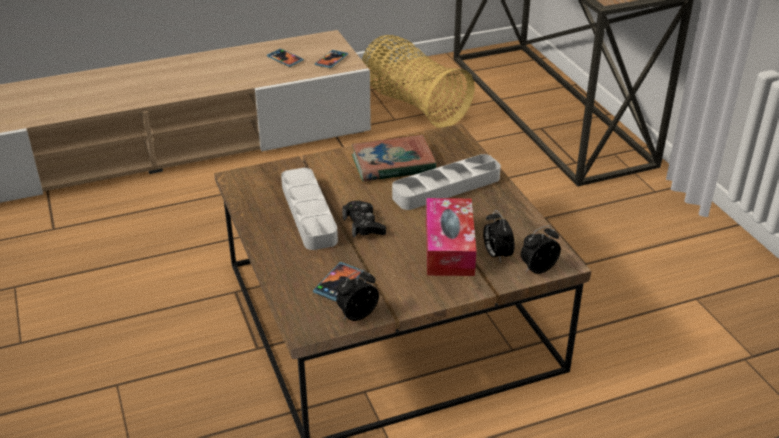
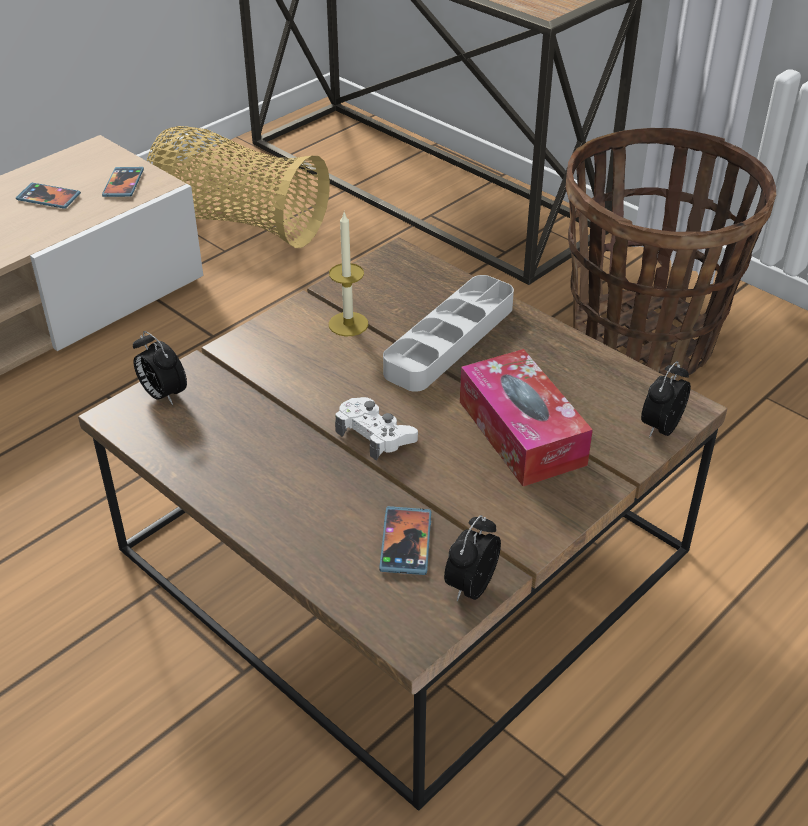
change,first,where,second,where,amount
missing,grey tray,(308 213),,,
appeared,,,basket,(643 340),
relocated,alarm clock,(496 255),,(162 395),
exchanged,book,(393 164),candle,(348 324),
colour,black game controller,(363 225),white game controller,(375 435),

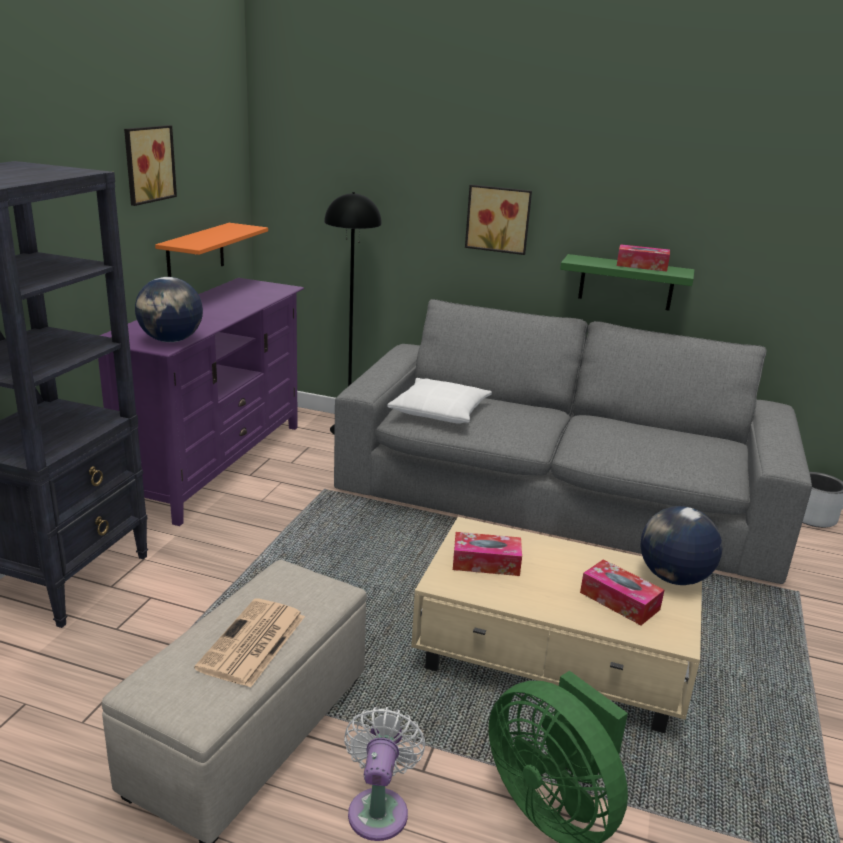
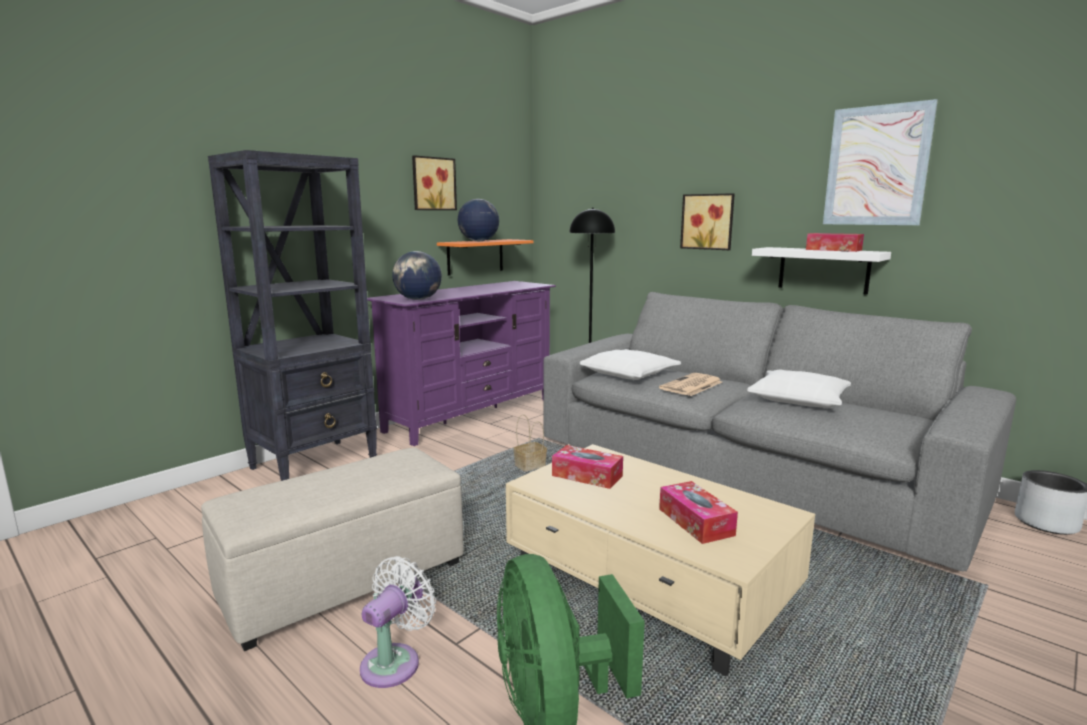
change,first,where,second,where,amount
appeared,,,basket,(530 466),
appeared,,,white pillow,(799 399),
appeared,,,picture,(876 166),
relocated,newspaper,(252 643),,(691 385),
relocated,globe,(673 577),,(478 241),
colour,green shelf,(626 282),white shelf,(823 270),

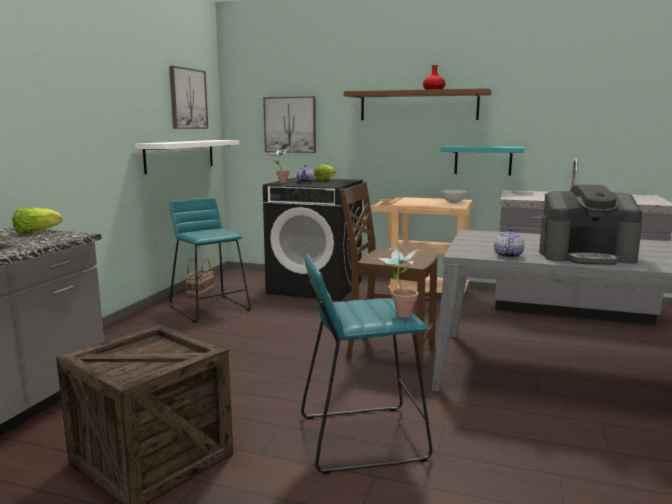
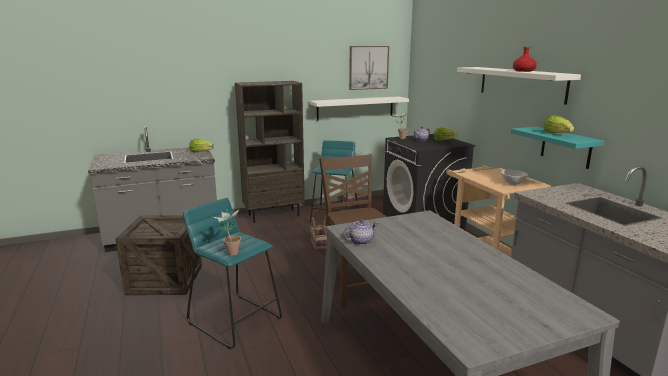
change,first,where,second,where,amount
missing,picture,(290 124),,,
missing,coffee machine,(586 256),,,
appeared,,,brown bookcase,(274 215),
appeared,,,basket,(320 244),
appeared,,,lettuce,(556 134),
colour,brown shelf,(418 105),white shelf,(521 84),

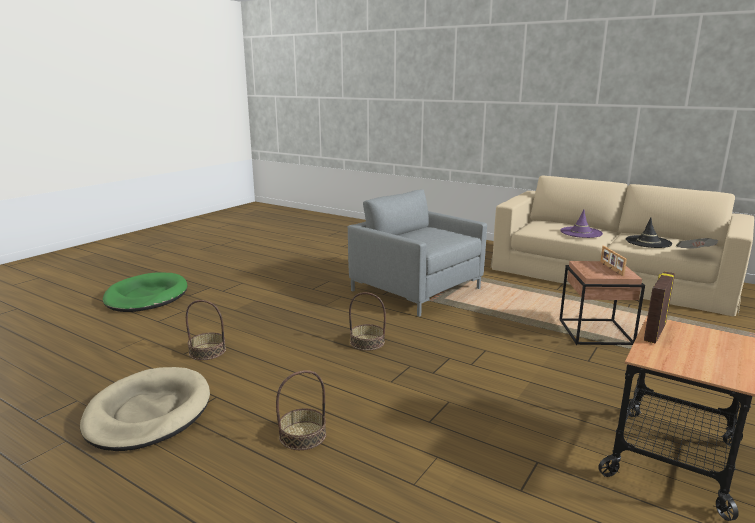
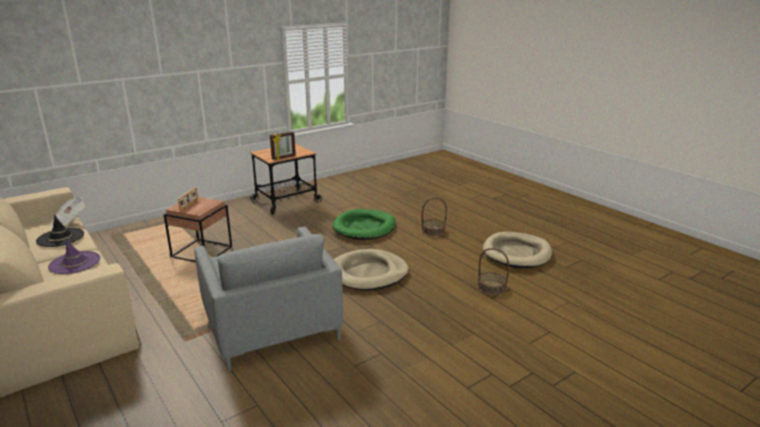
change,first,where,second,where,amount
relocated,green dog bed,(146 296),,(364 227),
exchanged,basket,(367 342),beige dog bed,(368 273),

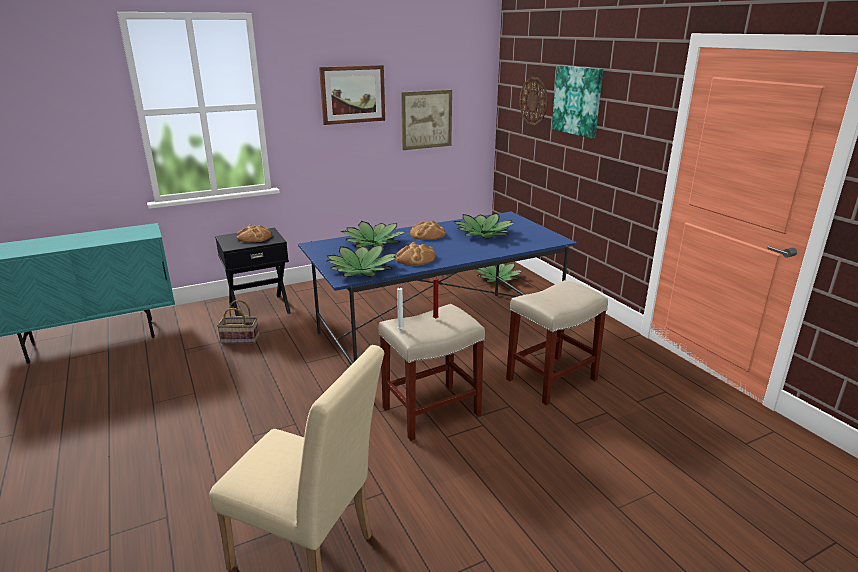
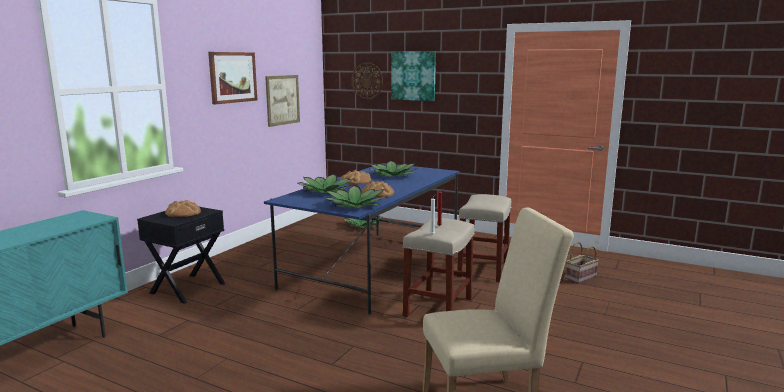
change,first,where,second,where,amount
relocated,basket,(239 339),,(580 277),

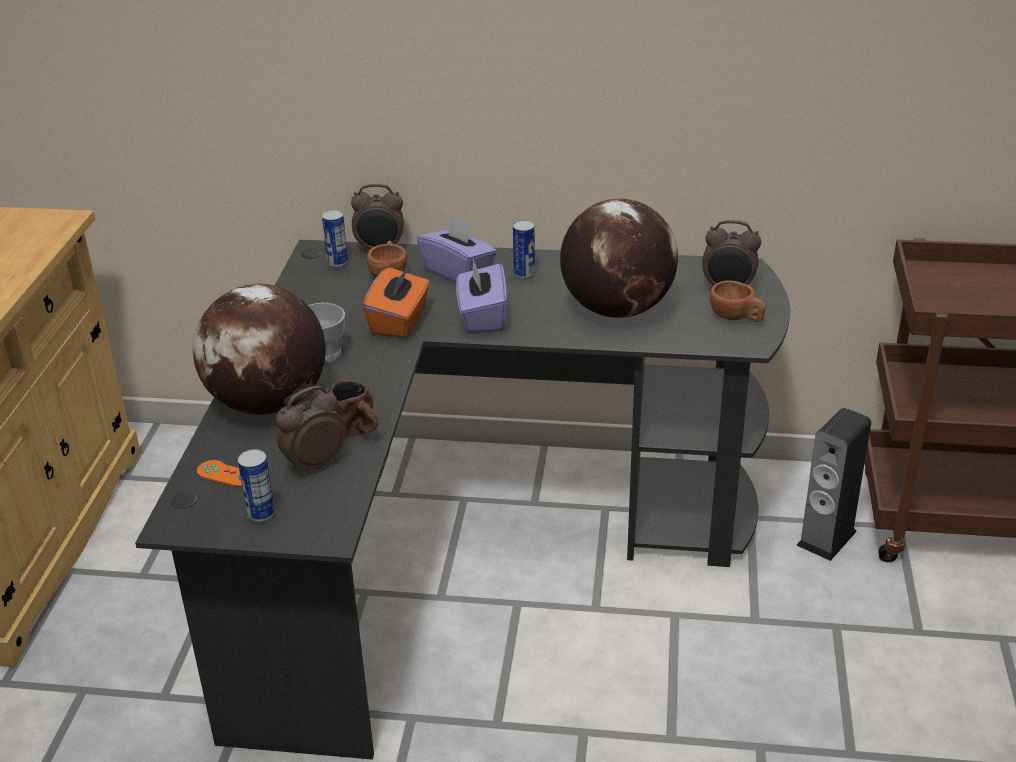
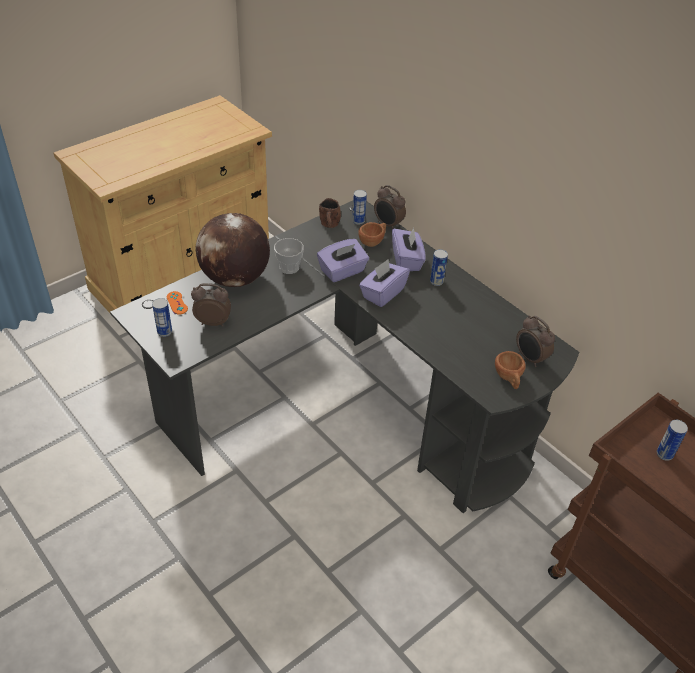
change,first,where,second,where,amount
missing,globe,(617 309),,,
missing,speaker,(826 538),,,
appeared,,,can,(664 454),
relocated,brown mug,(360 432),,(329 226),
colour,orange tissue box,(399 322),purple tissue box,(342 271),

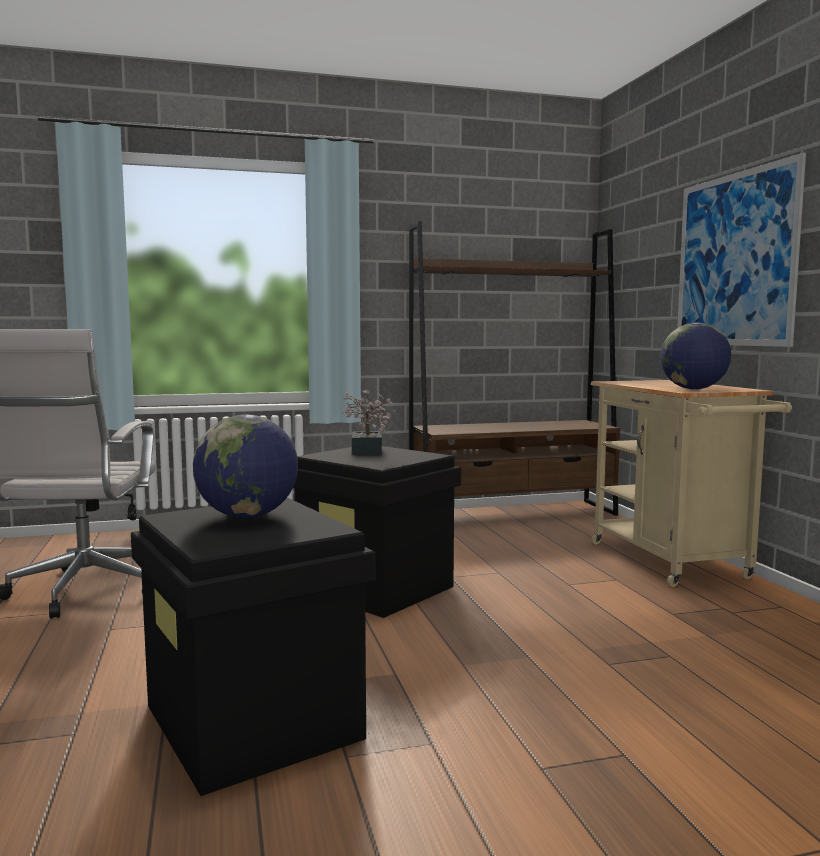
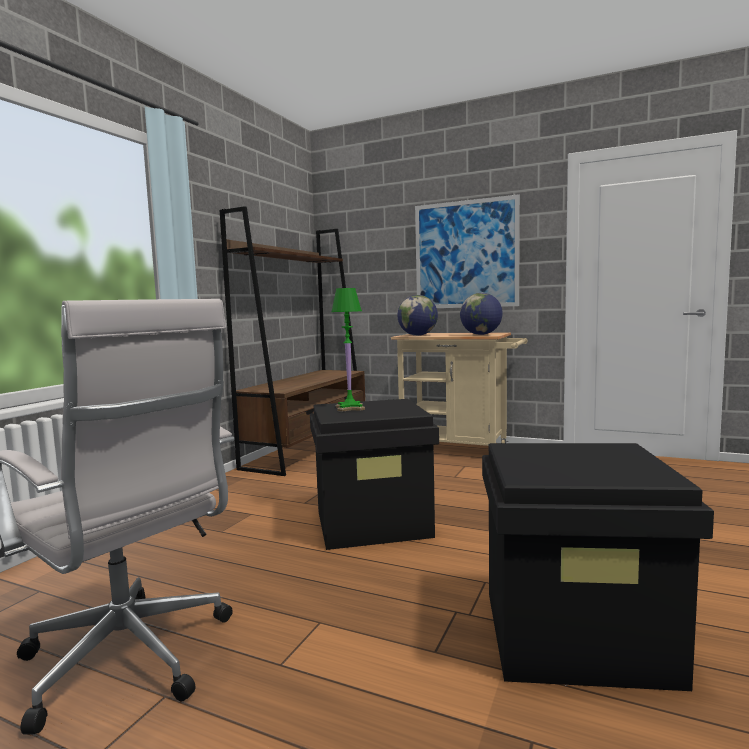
change,first,where,second,where,amount
relocated,globe,(247 516),,(418 335),
exchanged,potted plant,(366 452),green table lamp,(349 408),

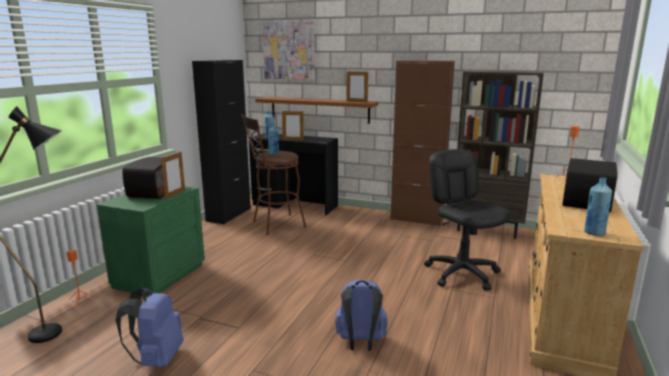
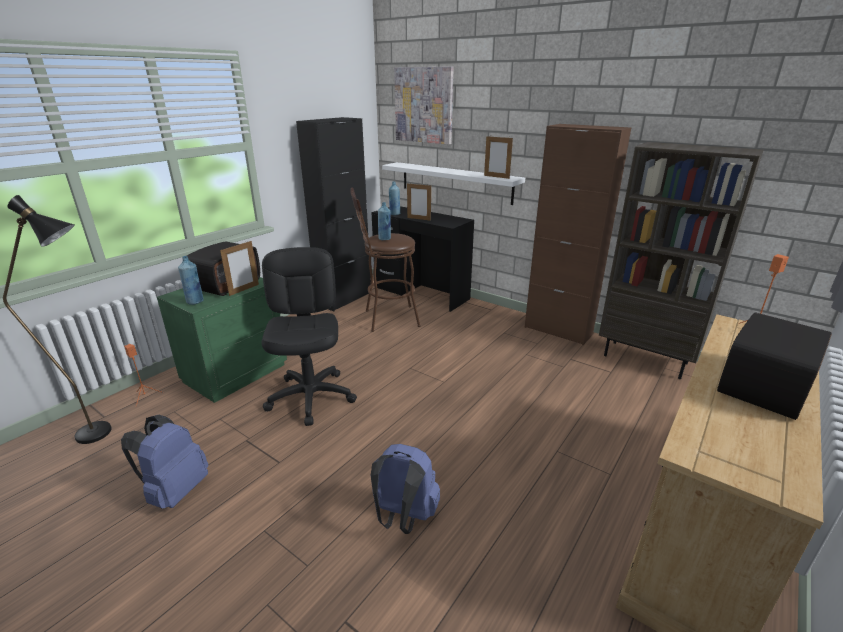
change,first,where,second,where,amount
relocated,black office chair,(462 273),,(311 397),
relocated,blue bottle,(594 233),,(195 301),
colour,brown shelf,(319 109),white shelf,(455 182),

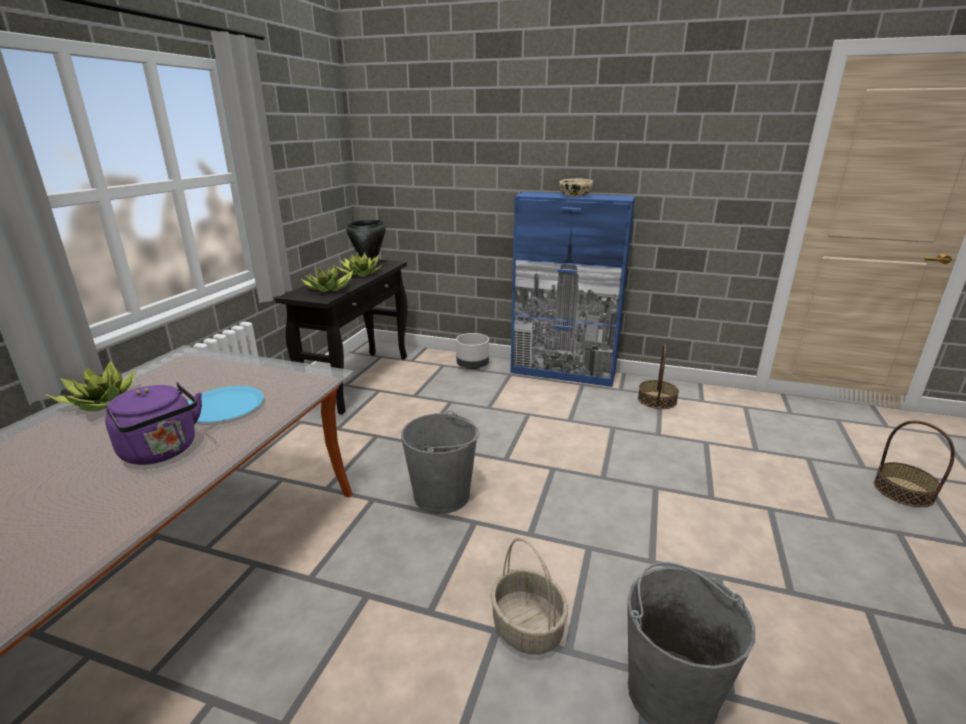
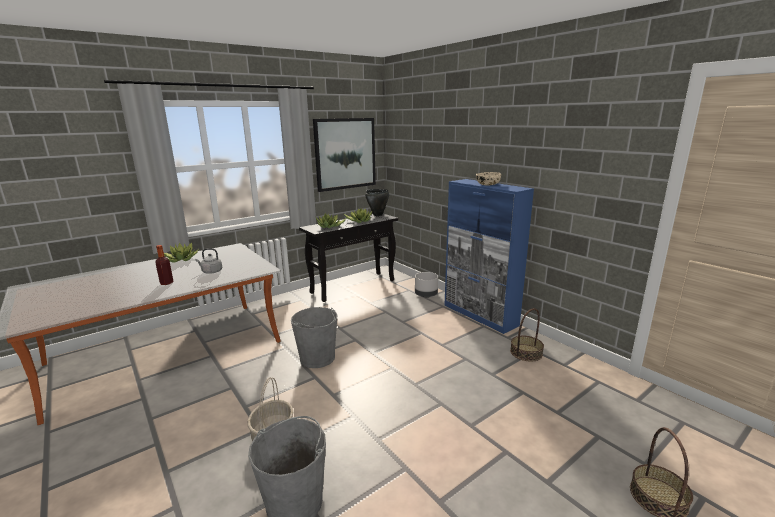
change,first,where,second,where,amount
appeared,,,picture,(345 154),
exchanged,purple kettle,(162 451),bottle,(166 283),
exchanged,blue plate,(224 405),grey kettle,(211 271),

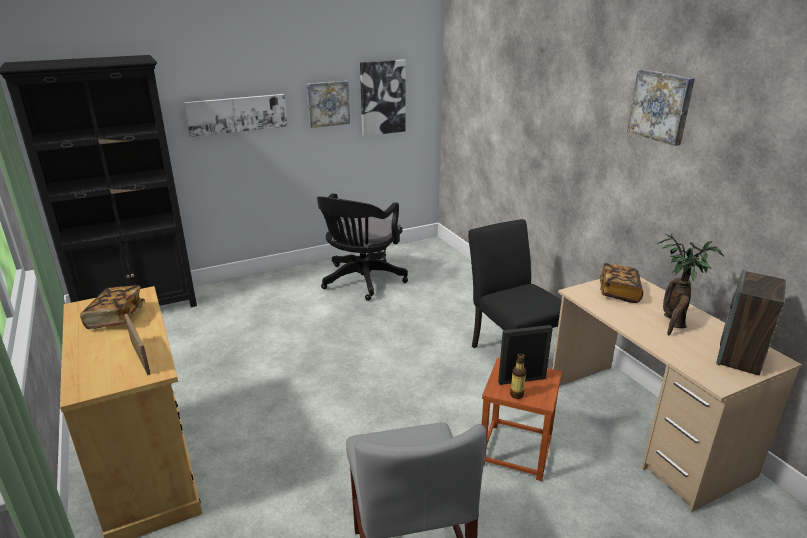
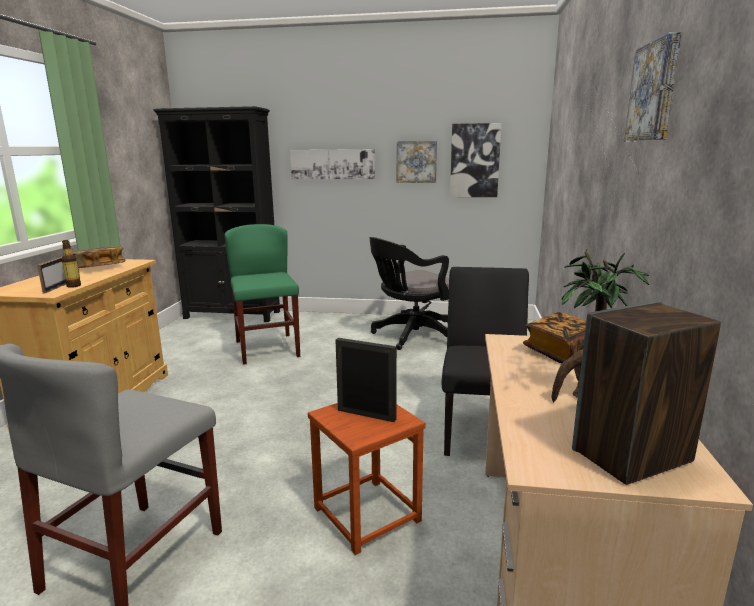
change,first,where,second,where,amount
appeared,,,green chair,(267 349),
relocated,bottle,(516 395),,(73 286),

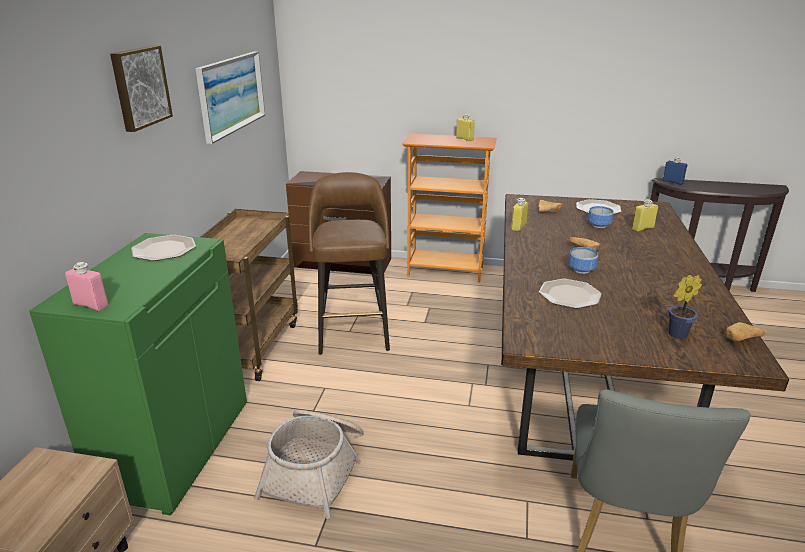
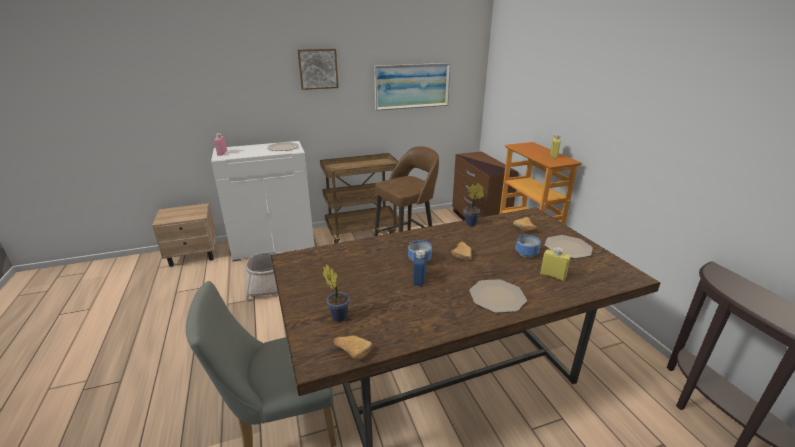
change,first,where,second,where,amount
relocated,plate,(569 295),,(496 296),
relocated,blue bottle,(672 182),,(419 279),
exchanged,yellow bottle,(518 226),potted plant,(472 223),
colour,green cabinet,(175 447),white cabinet,(273 244),

